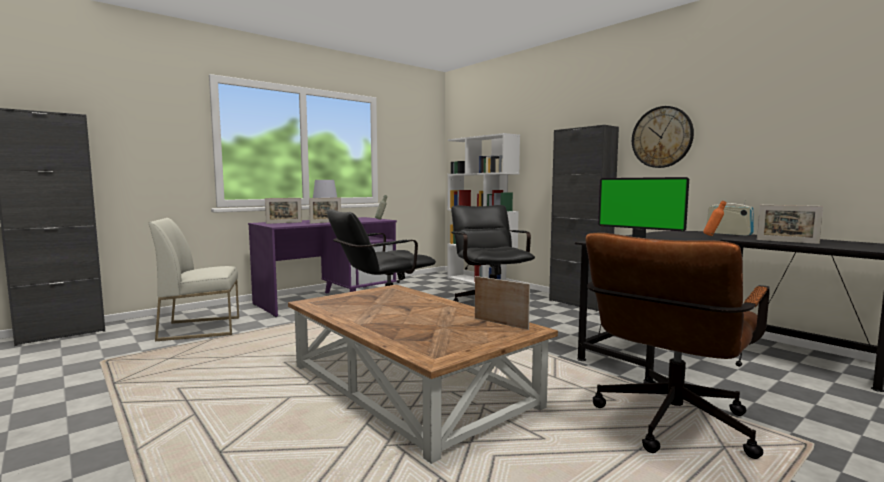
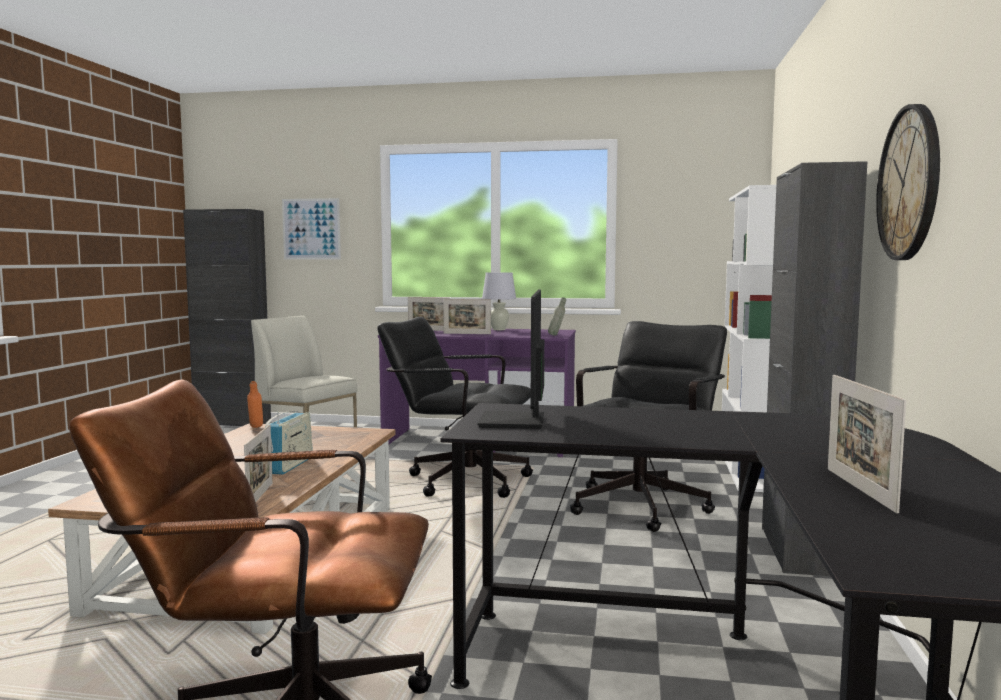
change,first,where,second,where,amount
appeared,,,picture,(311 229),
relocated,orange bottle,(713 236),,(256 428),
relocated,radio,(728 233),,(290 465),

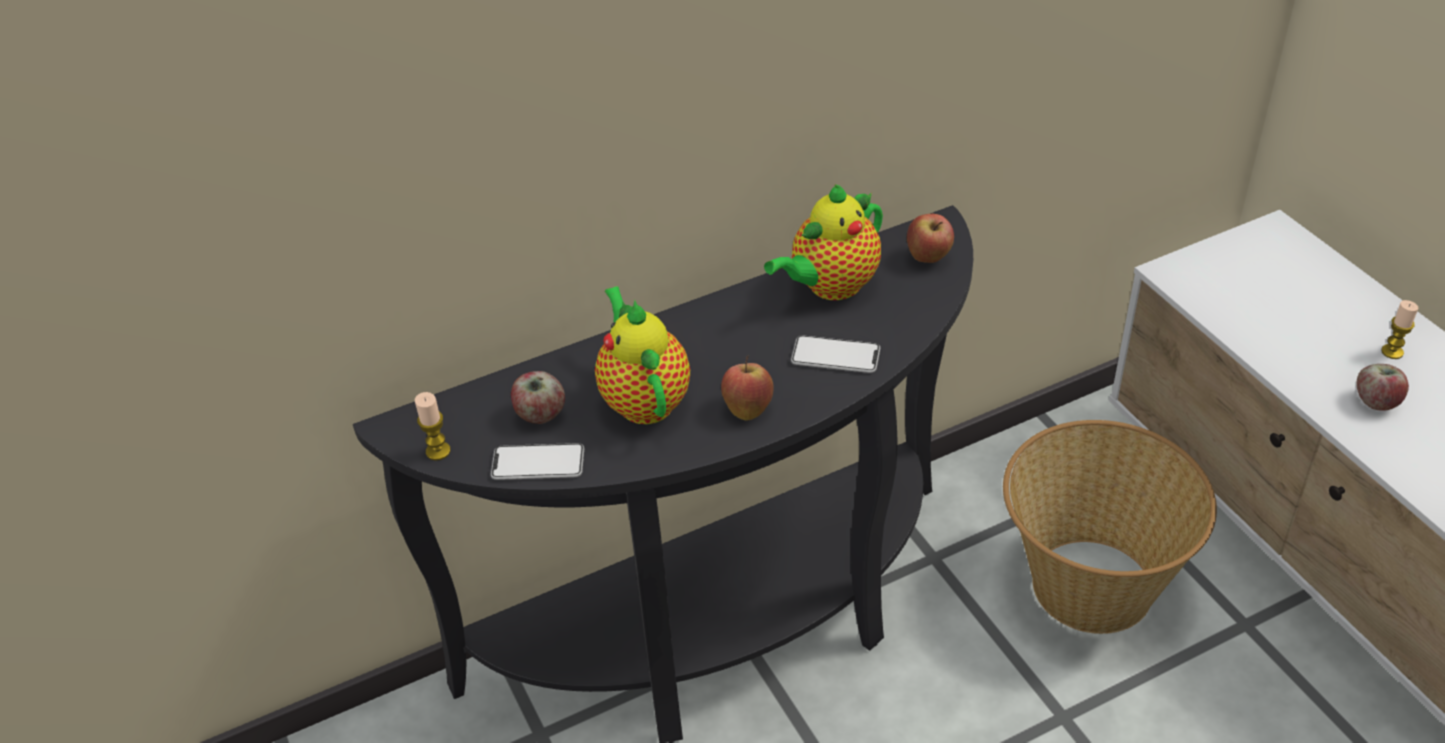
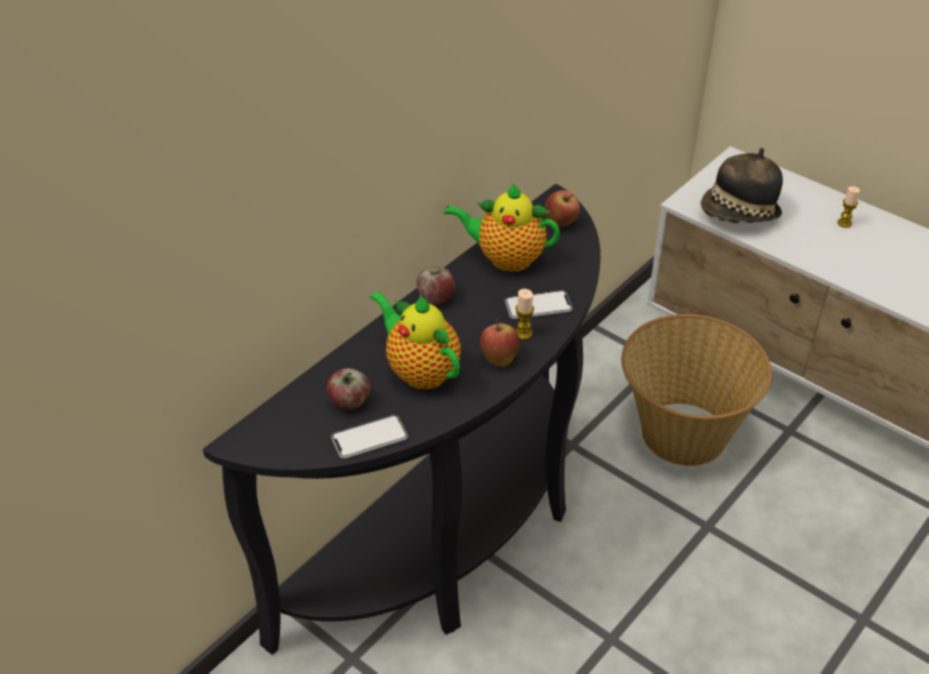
change,first,where,second,where,amount
appeared,,,hat,(739 215),
relocated,candle,(438 451),,(523 333),
relocated,apple,(1376 401),,(436 297),
spun,teapot,(830 286),,(505 259),75 degrees clockwise

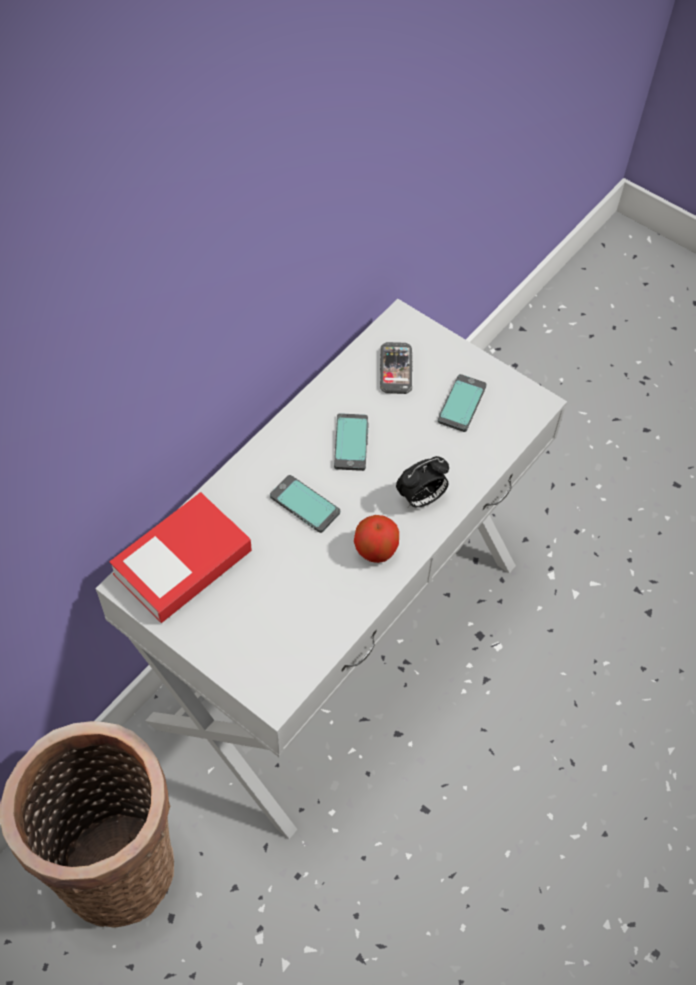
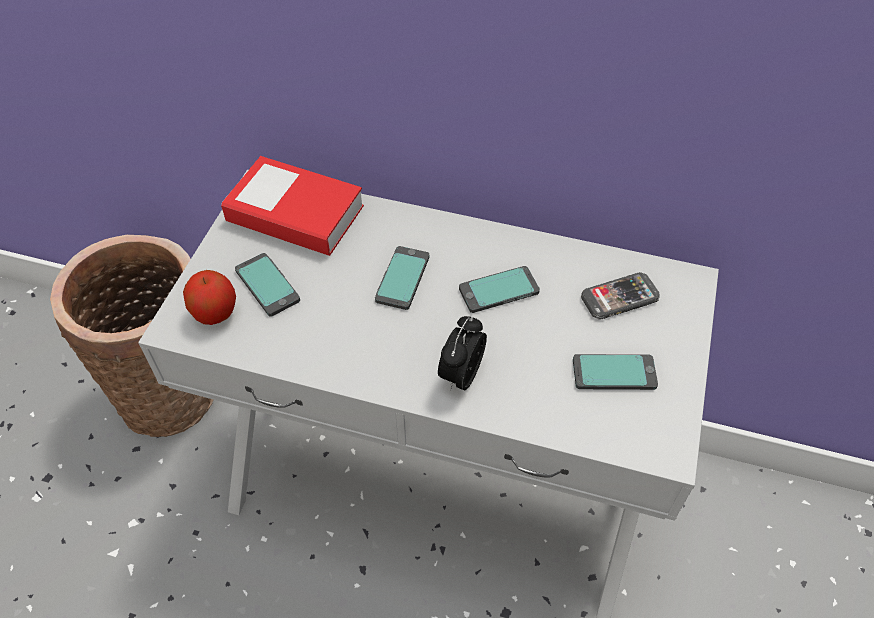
change,first,where,second,where,amount
appeared,,,phone,(268 285),
relocated,apple,(375 550),,(215 313),
spun,alarm clock,(421 499),,(461 374),75 degrees clockwise

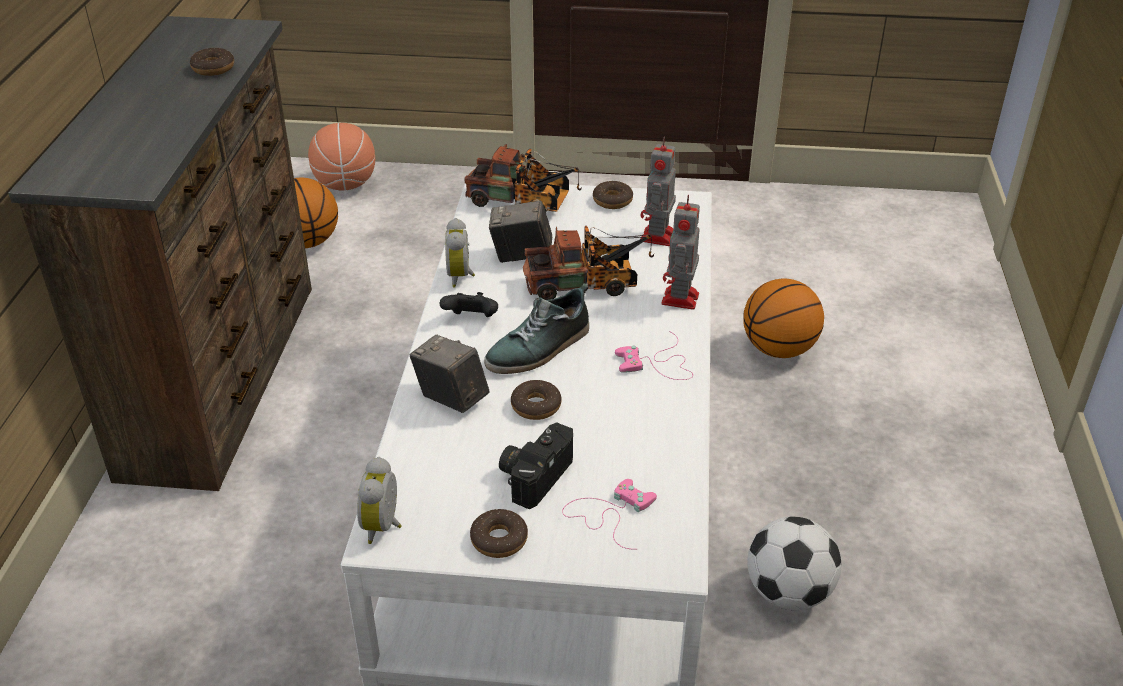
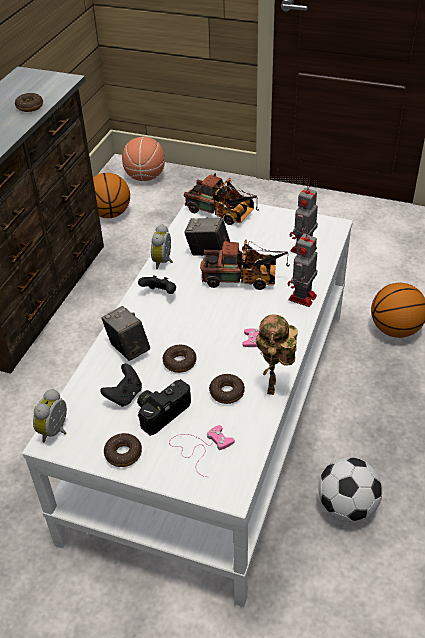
change,first,where,second,where,amount
missing,shoe,(539 348),,,
appeared,,,black game controller,(125 395),
appeared,,,toy robot,(274 388),
relocated,donut,(612 201),,(227 392),

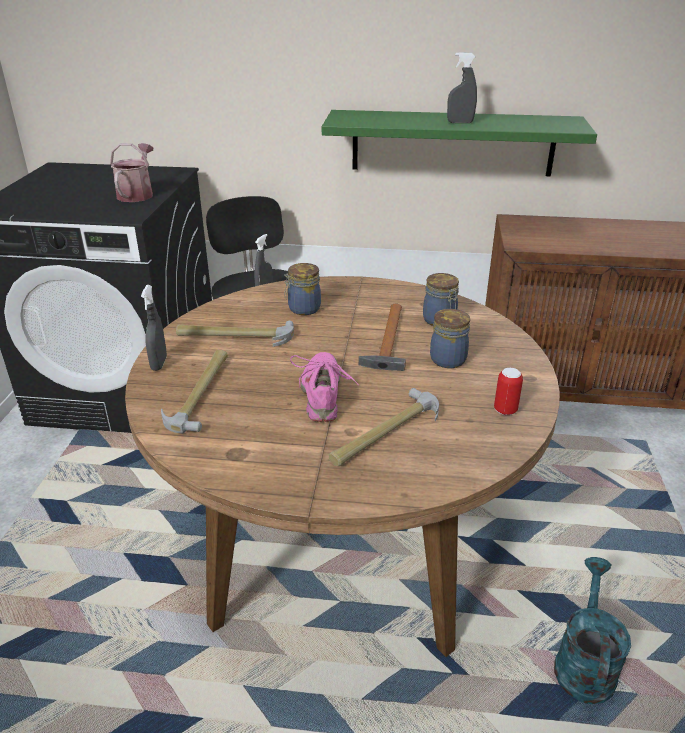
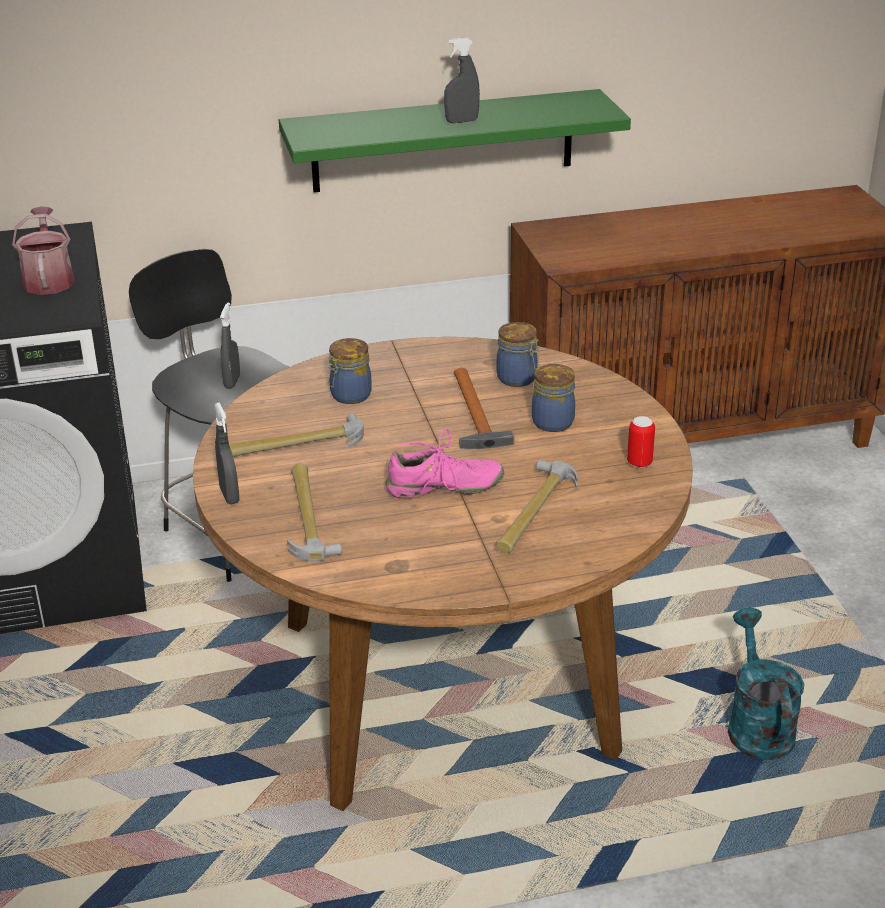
change,first,where,second,where,amount
spun,pink shoe,(323 394),,(444 488),105 degrees clockwise

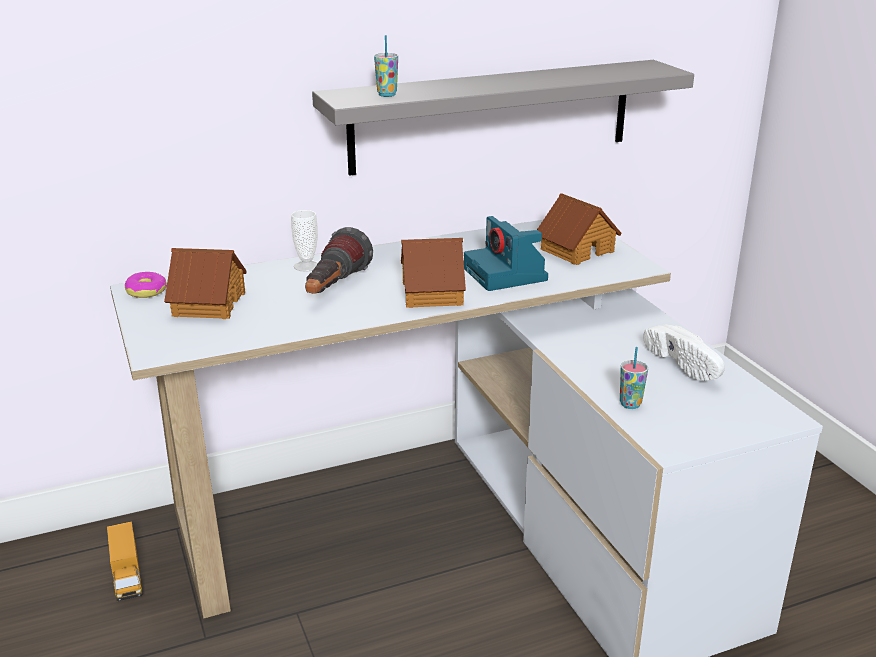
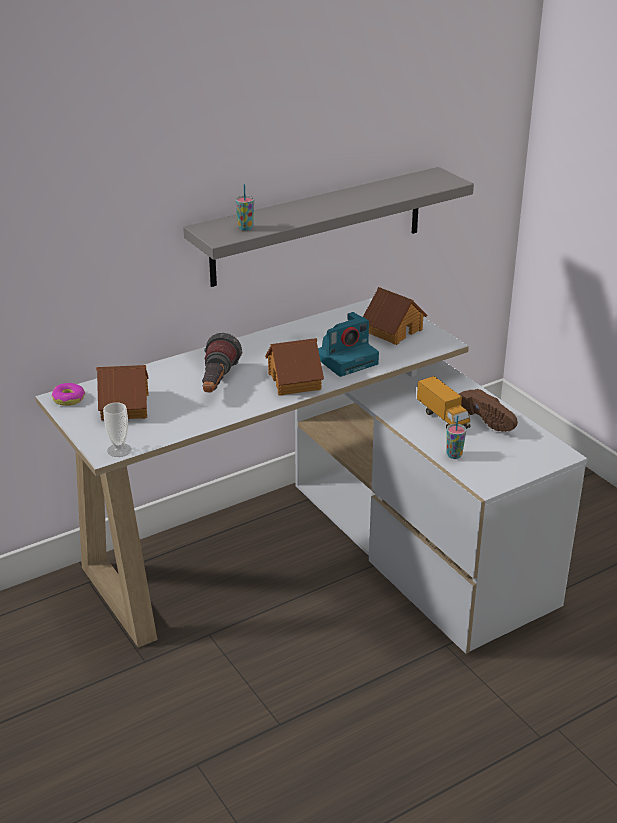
change,first,where,second,where,amount
relocated,toy truck,(127 576),,(442 418),
relocated,cup,(307 266),,(119 450),
colour,white shoe,(688 364),brown shoe,(489 418),
spun,photo camera,(506 275),,(346 359),90 degrees counterclockwise

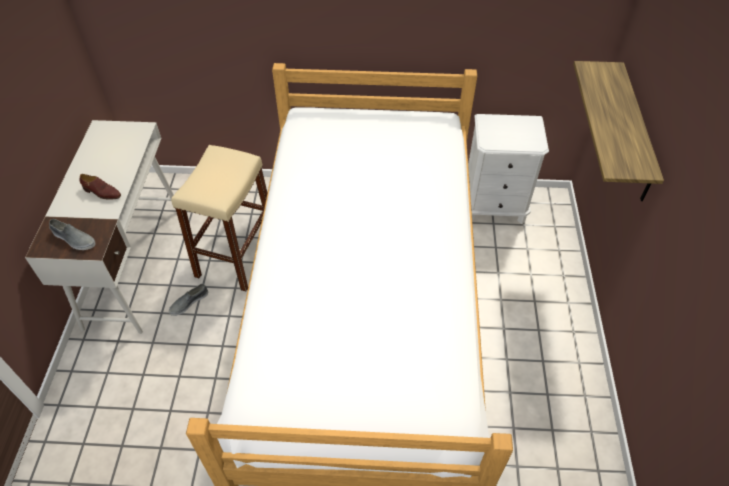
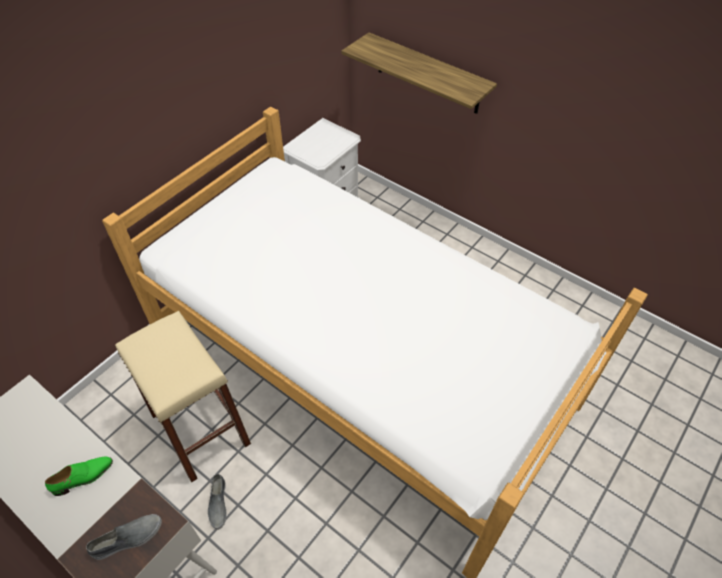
change,first,where,second,where,amount
colour,brown shoe,(102 192),green shoe,(83 477),

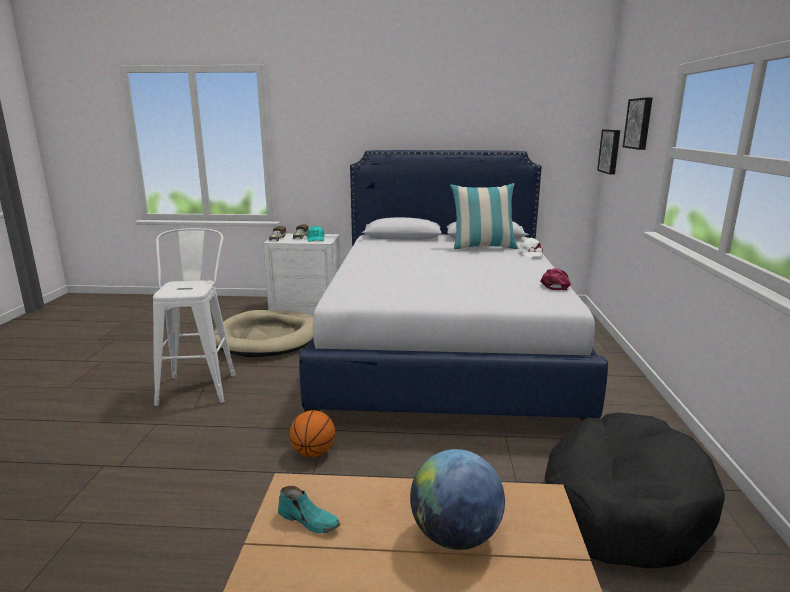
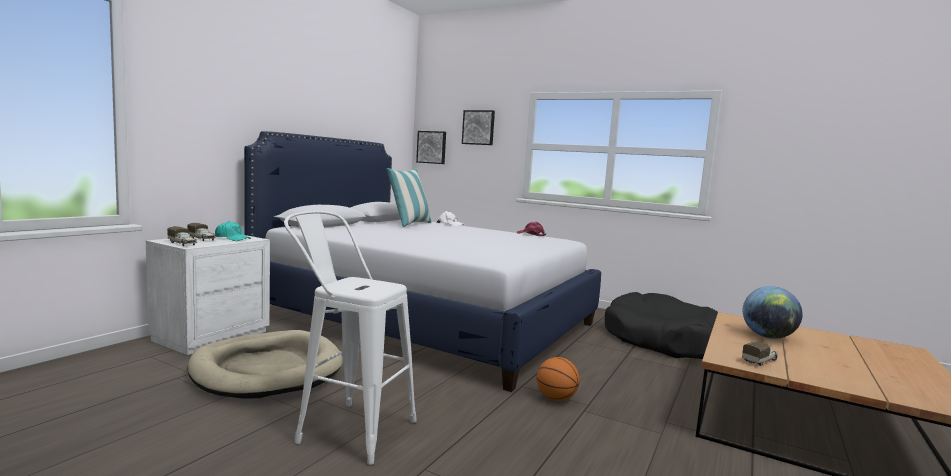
change,first,where,second,where,amount
exchanged,turquoise shoe,(309 520),toy truck,(760 361),

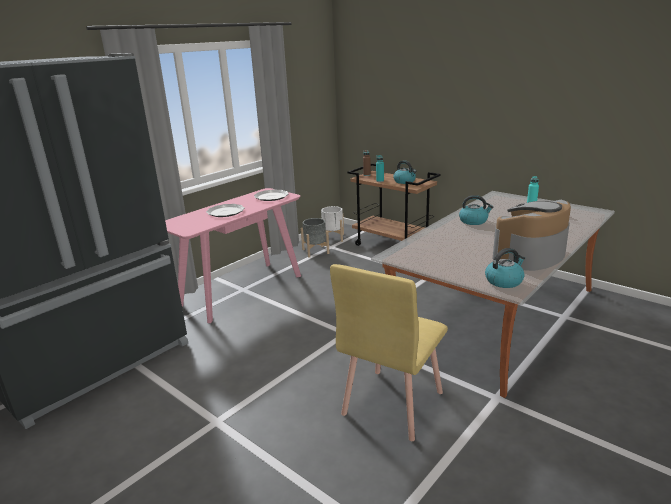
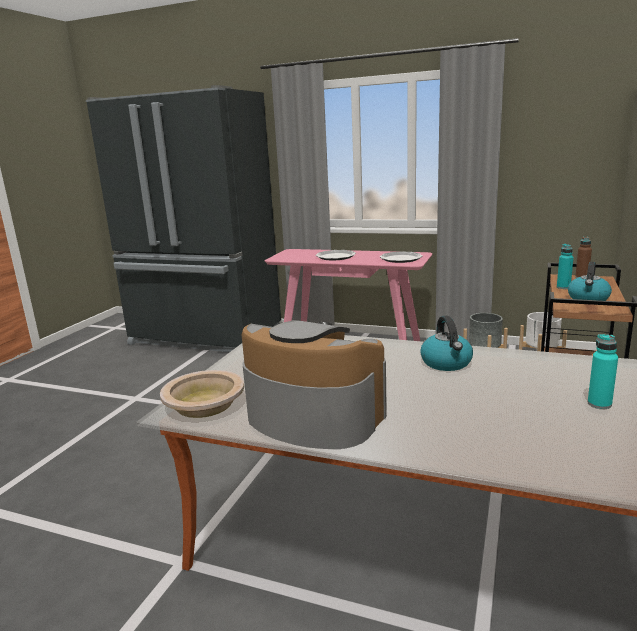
change,first,where,second,where,amount
missing,yellow chair,(391 403),,,
exchanged,kettle,(504 281),beige bowl,(204 404),

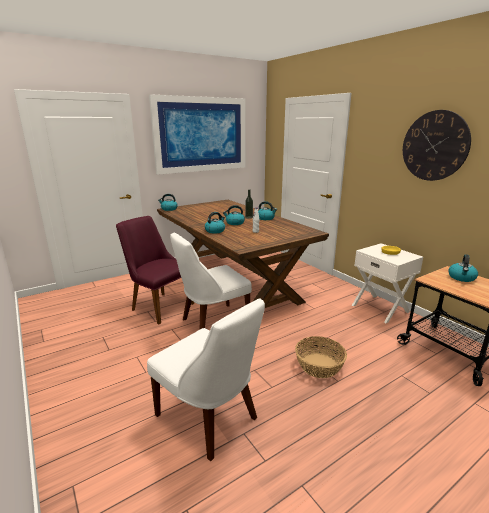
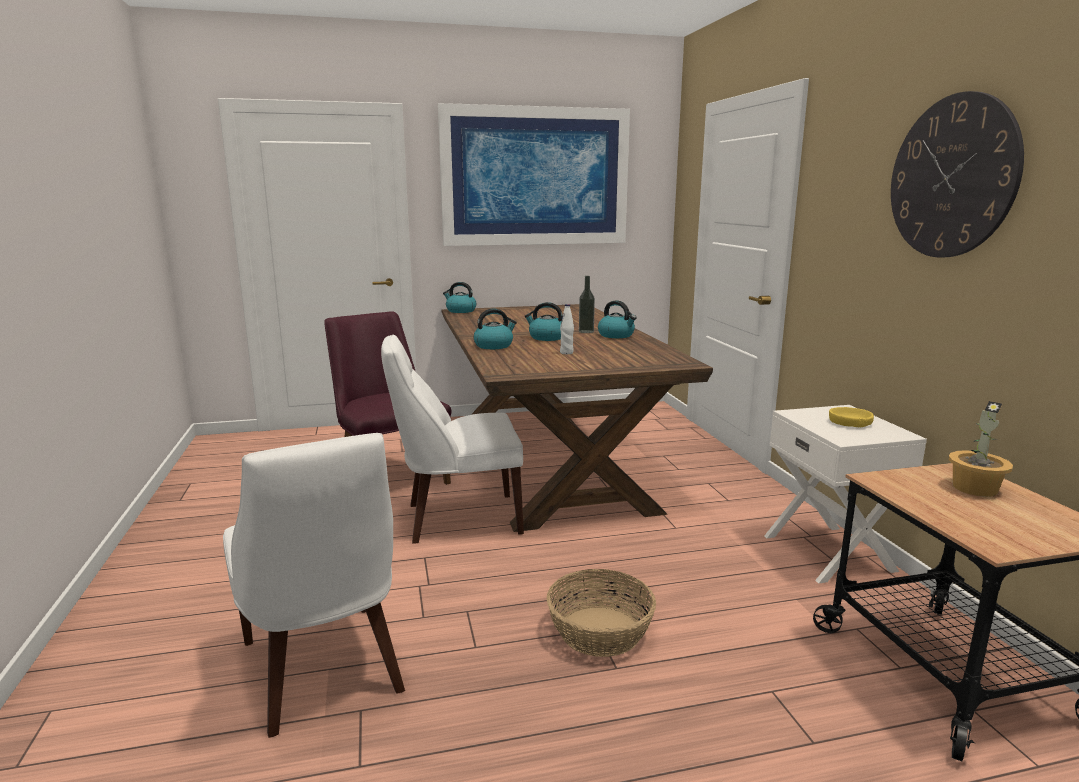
change,first,where,second,where,amount
exchanged,kettle,(461 278),potted plant,(975 488),

